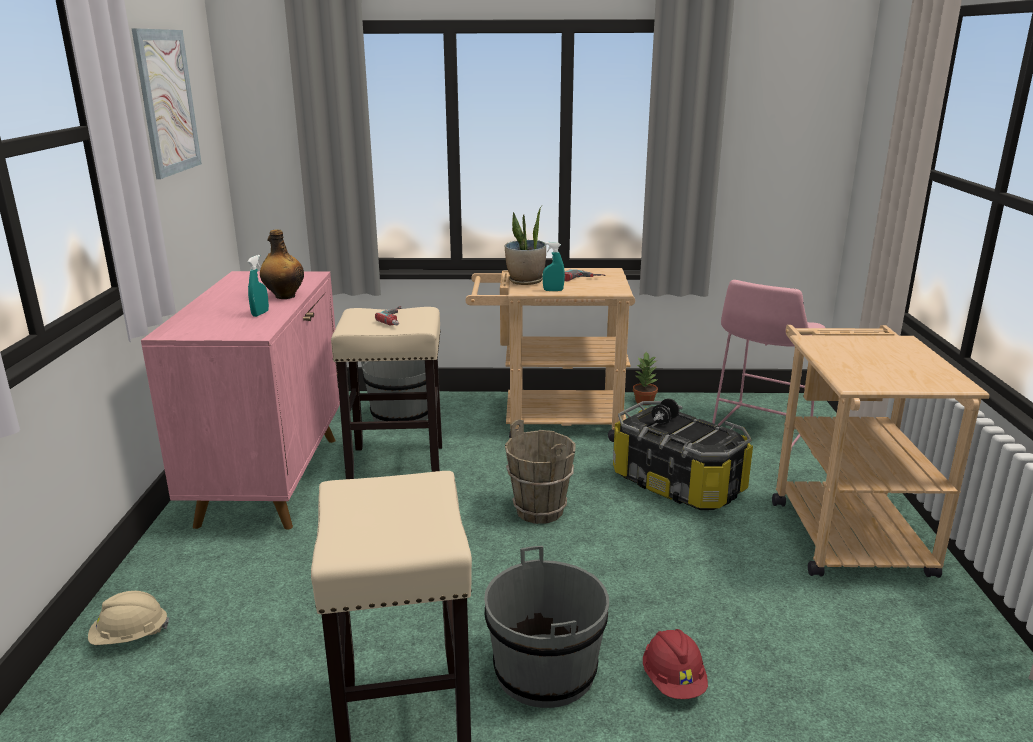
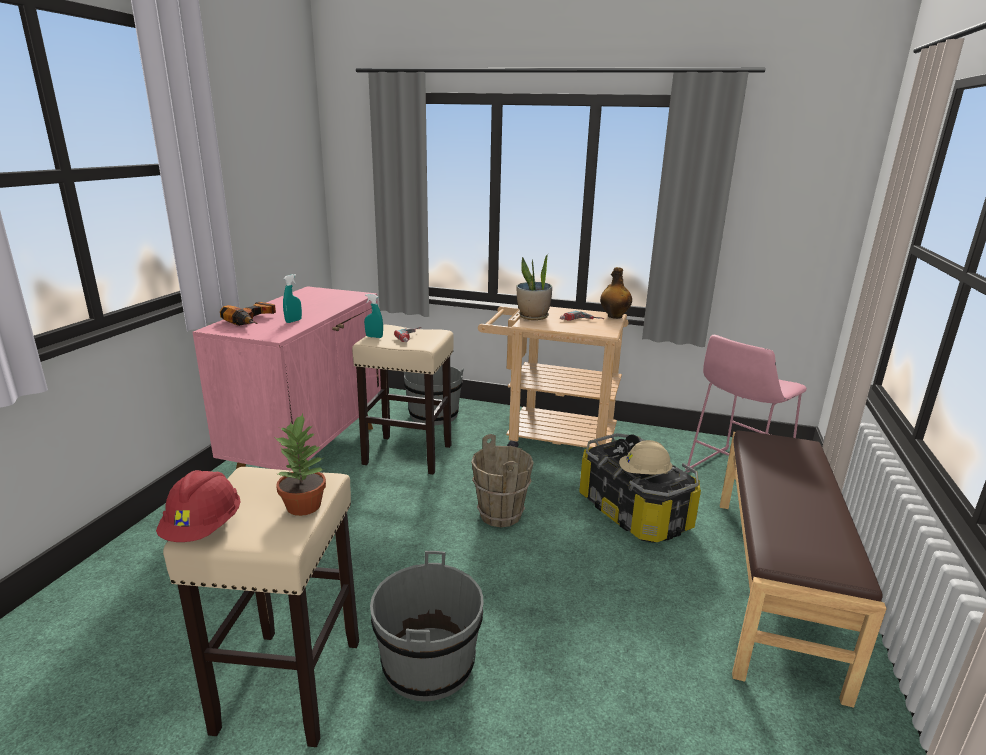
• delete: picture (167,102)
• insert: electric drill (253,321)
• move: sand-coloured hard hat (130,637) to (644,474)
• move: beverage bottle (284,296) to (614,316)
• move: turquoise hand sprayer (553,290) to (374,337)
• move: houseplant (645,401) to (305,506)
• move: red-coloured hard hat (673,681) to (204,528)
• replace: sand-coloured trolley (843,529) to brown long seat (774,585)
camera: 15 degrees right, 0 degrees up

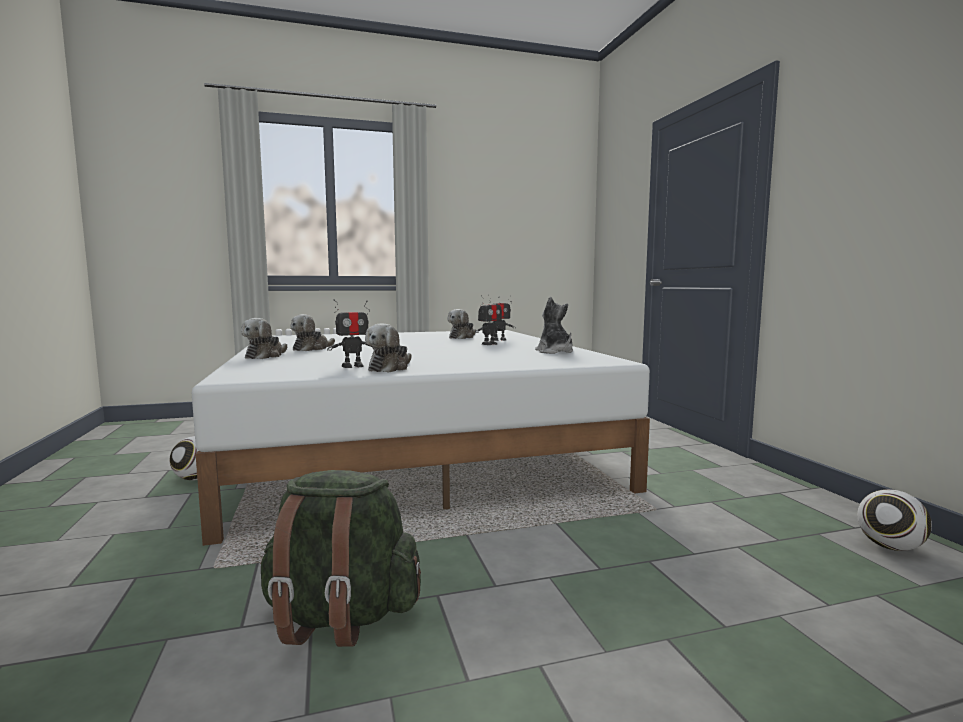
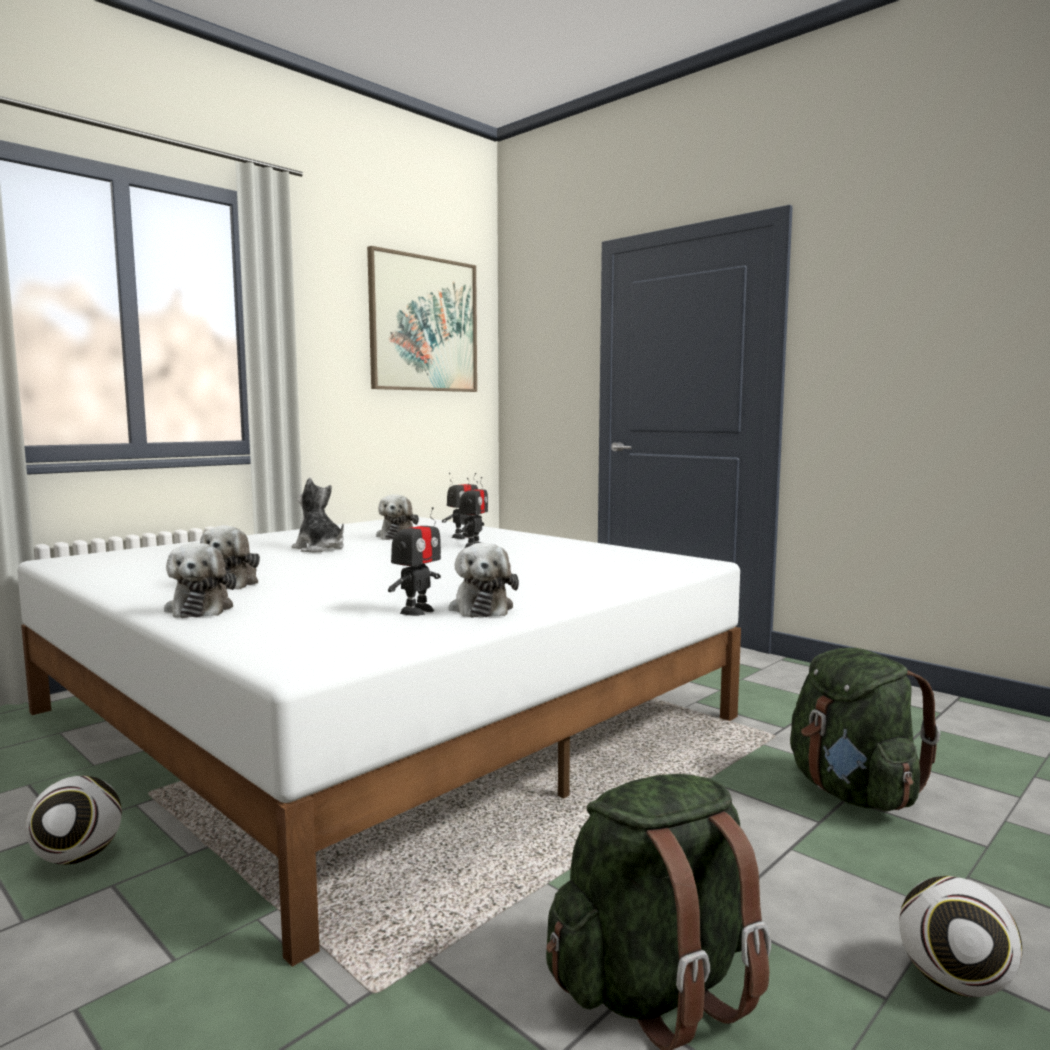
• insert: picture (424,324)
• insert: green-coloured rucksack (852,793)
• move: soft toy (554,352) to (319,549)
• move: football (890,547) to (955,983)
camera: 30 degrees left, 0 degrees up

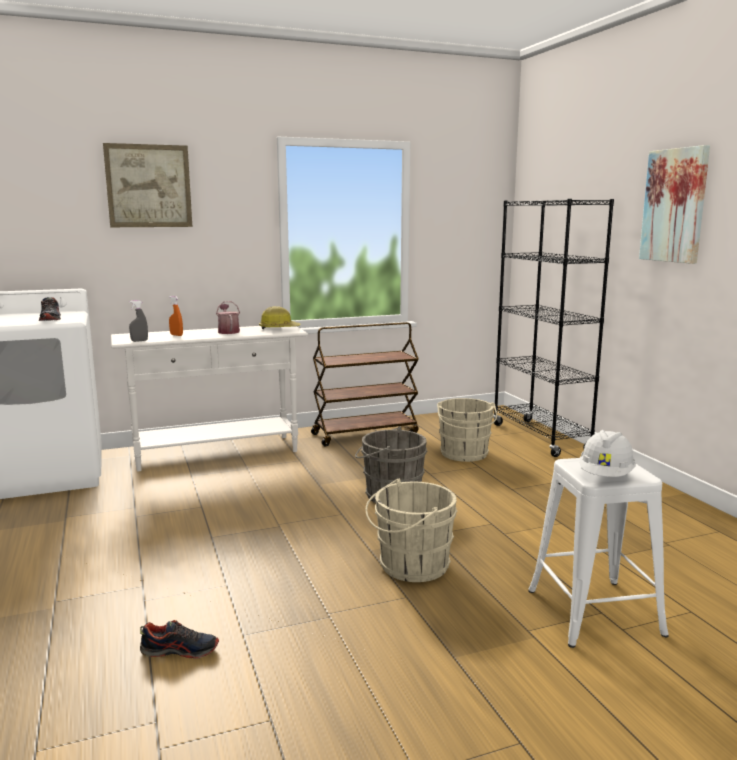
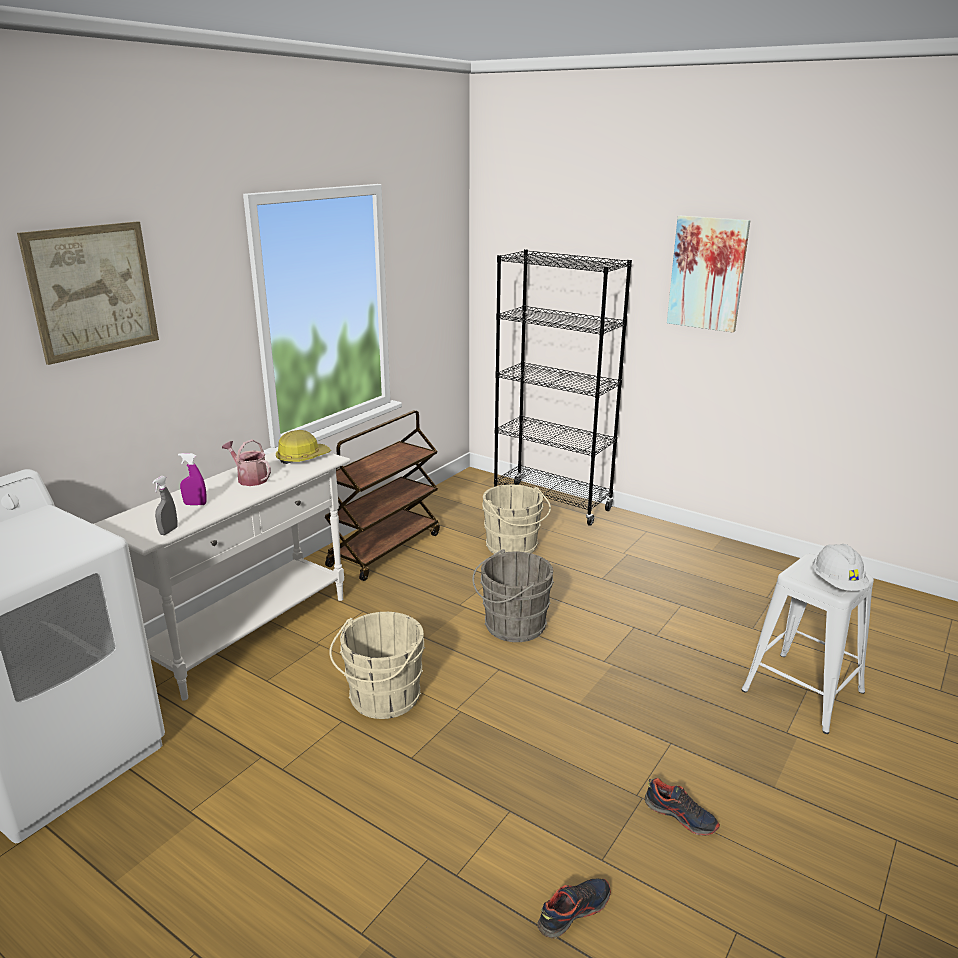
• move: shoe (51,319) to (680,815)
• move: sand-coloured bucket (410,566) to (382,699)
• recolor: orange hand sprayer (176,335) to purple hand sprayer (195,504)
camera: 35 degrees left, 10 degrees up

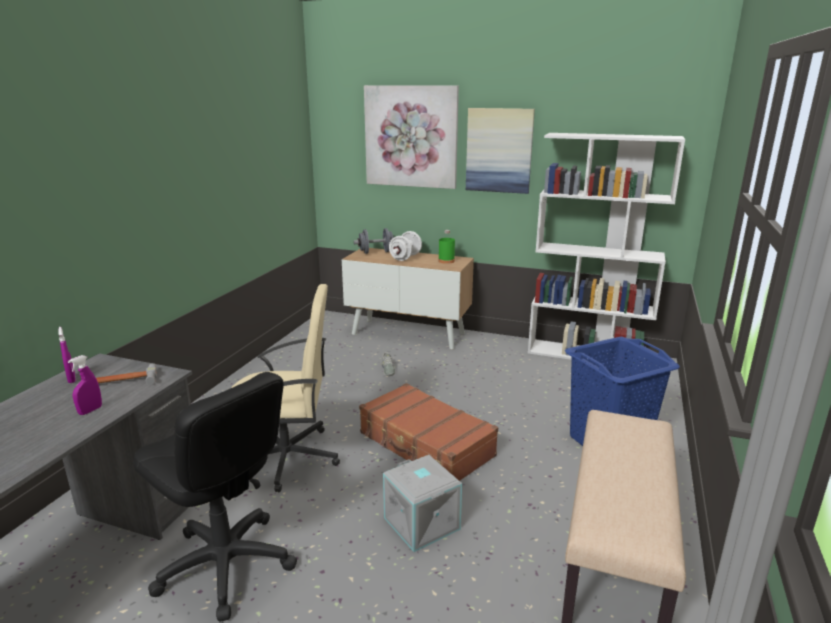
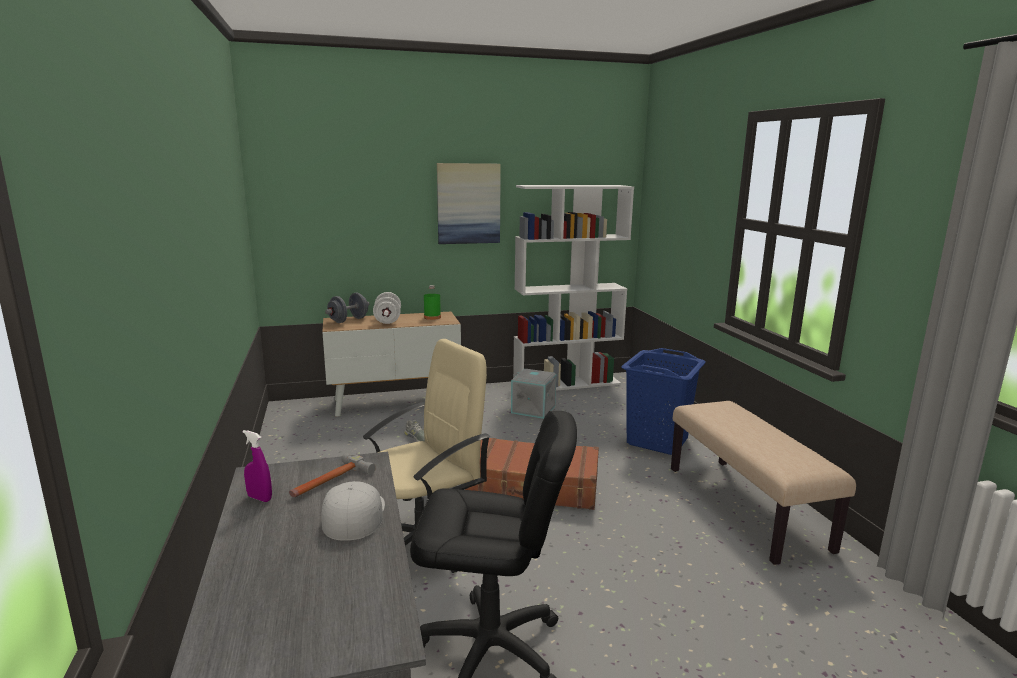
• delete: picture (411,137)
• move: greyish storage container (423,523) to (533,409)
• replace: purple hand sprayer (90,410) to whitish cap (353,514)
camera: 35 degrees left, 5 degrees down

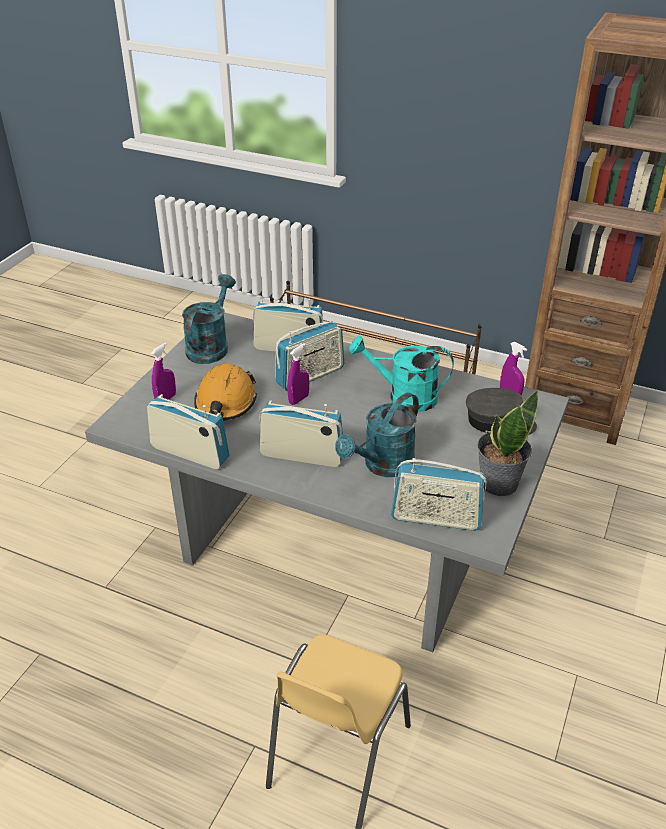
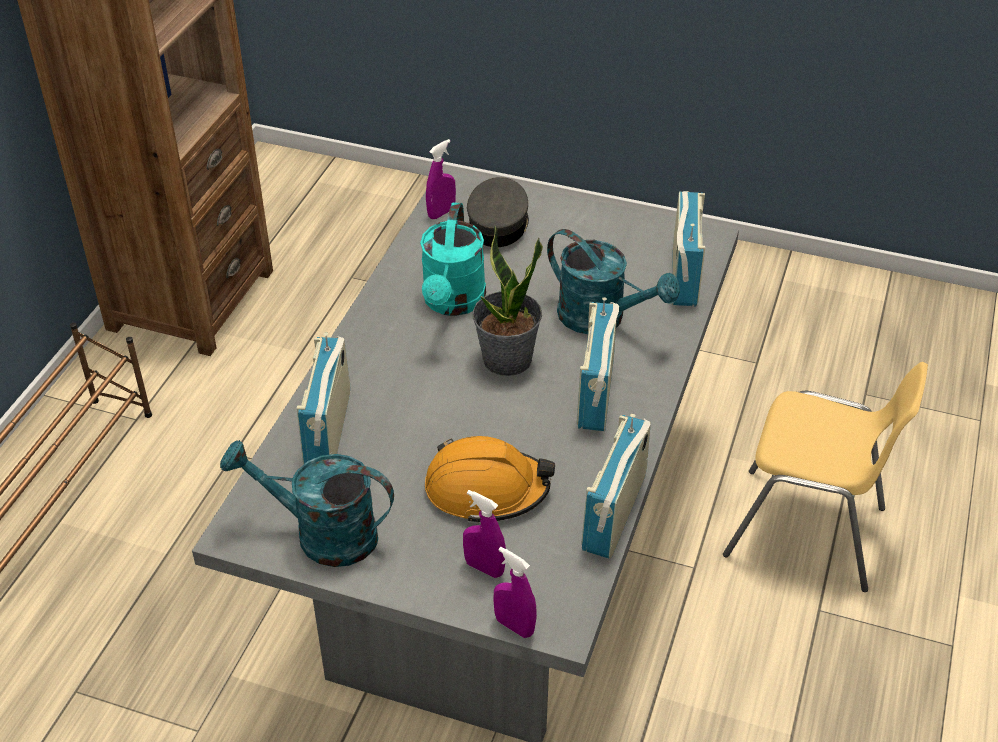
• delete: radio set (310,376)
• move: purple hand sprayer (298,399) to (514,626)
• move: houseplant (498,483) to (507,360)
camera: 95 degrees left, 5 degrees up

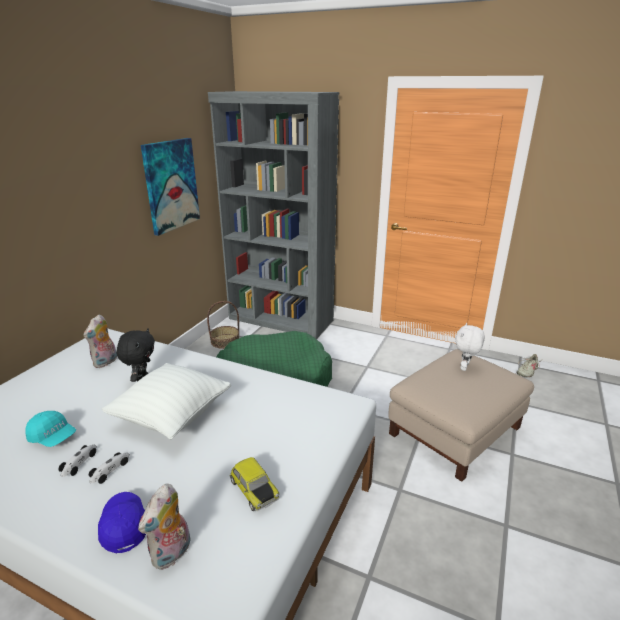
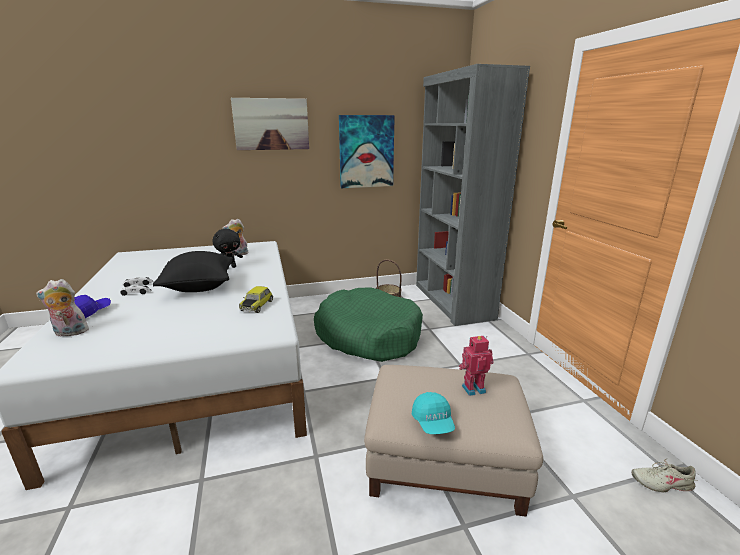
• insert: picture (271,124)
• move: turquoise cap (53,437) to (433,423)
• move: toy car (253,490) to (256,306)
• replace: whitish soft toy (465,367) to robot figure (472,388)
• recolor: whitish throw pillow (172,417) to black-coloured throw pillow (199,287)
camera: 50 degrees right, 5 degrees down

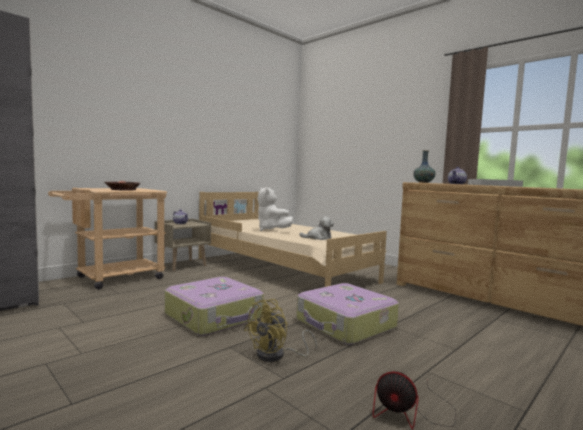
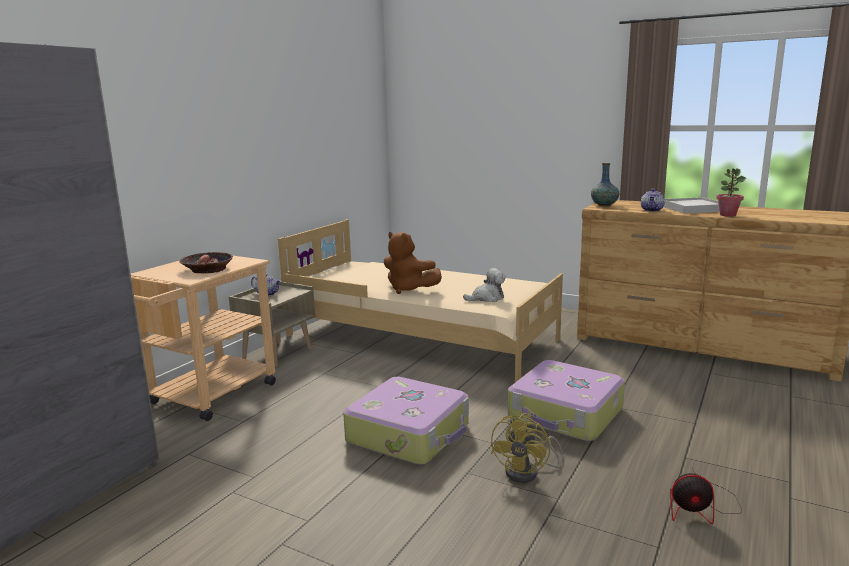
• insert: houseplant (727,215)
• recolor: whitish soft toy (271,230) to brown soft toy (408,289)
camera: 15 degrees left, 10 degrees up

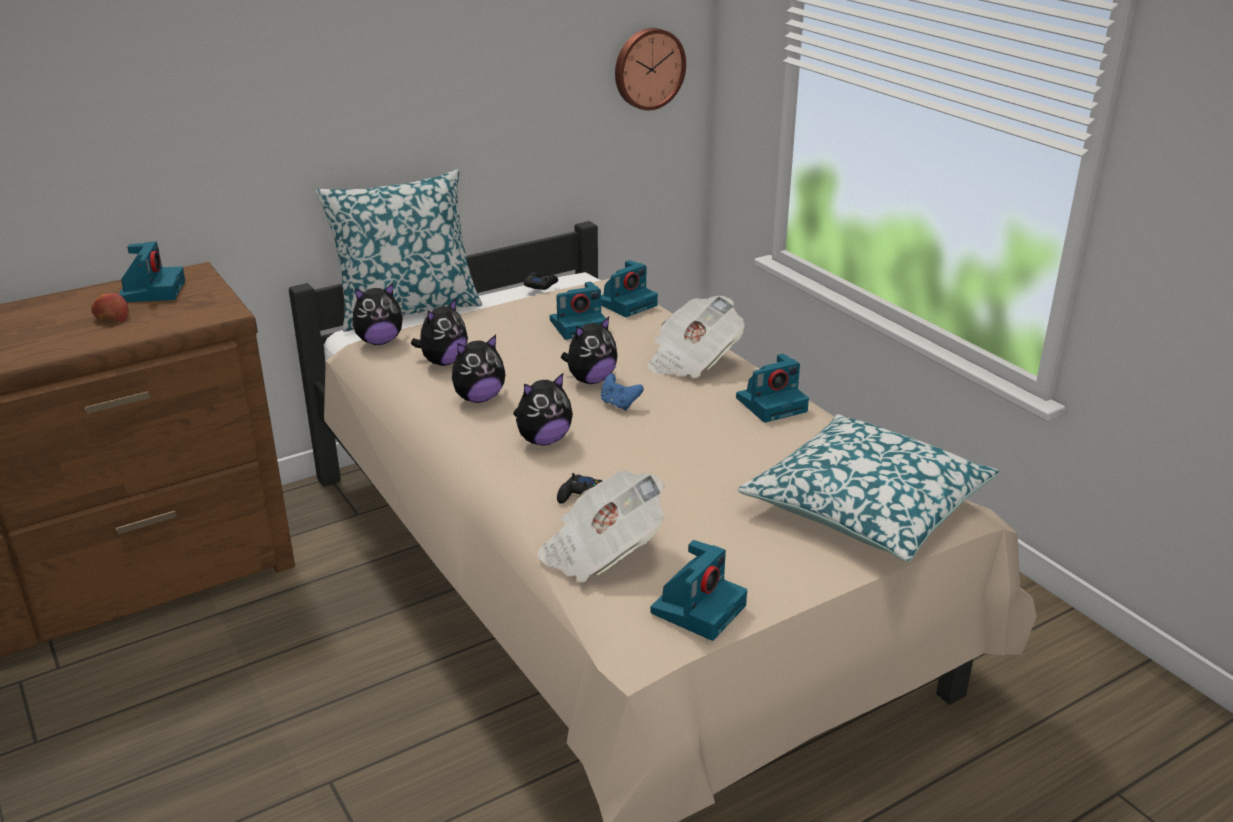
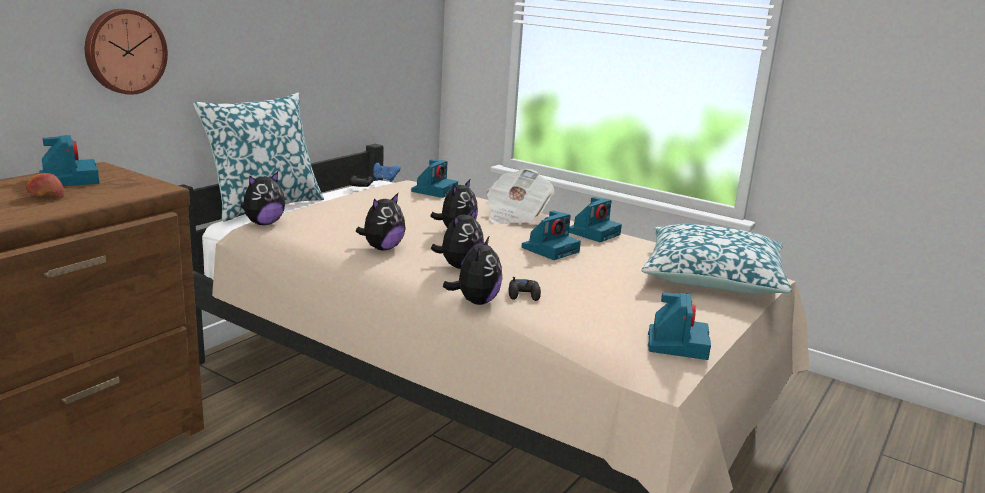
• delete: newspaper (601,552)
• move: soft toy (443,362) to (475,301)
• move: photo camera (579,325) to (550,249)
• move: blue joypad (619,404) to (385,180)
• move: clock on the wall (648,68) to (124,51)
camera: 25 degrees left, 10 degrees down

